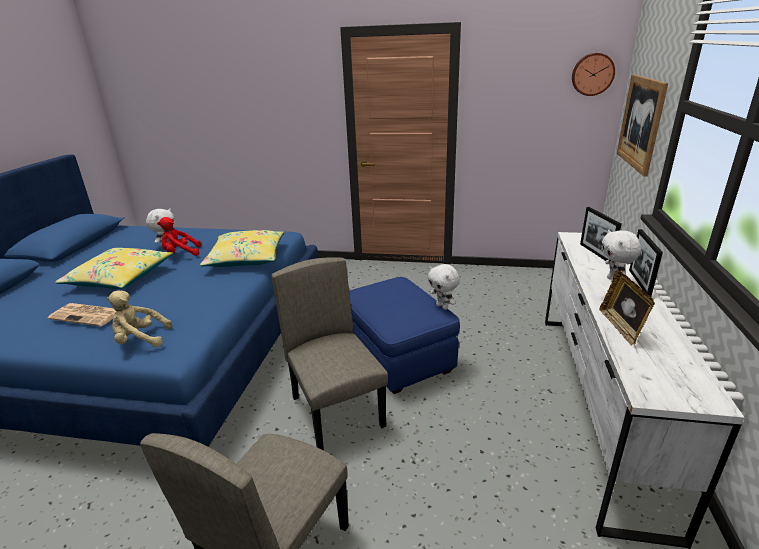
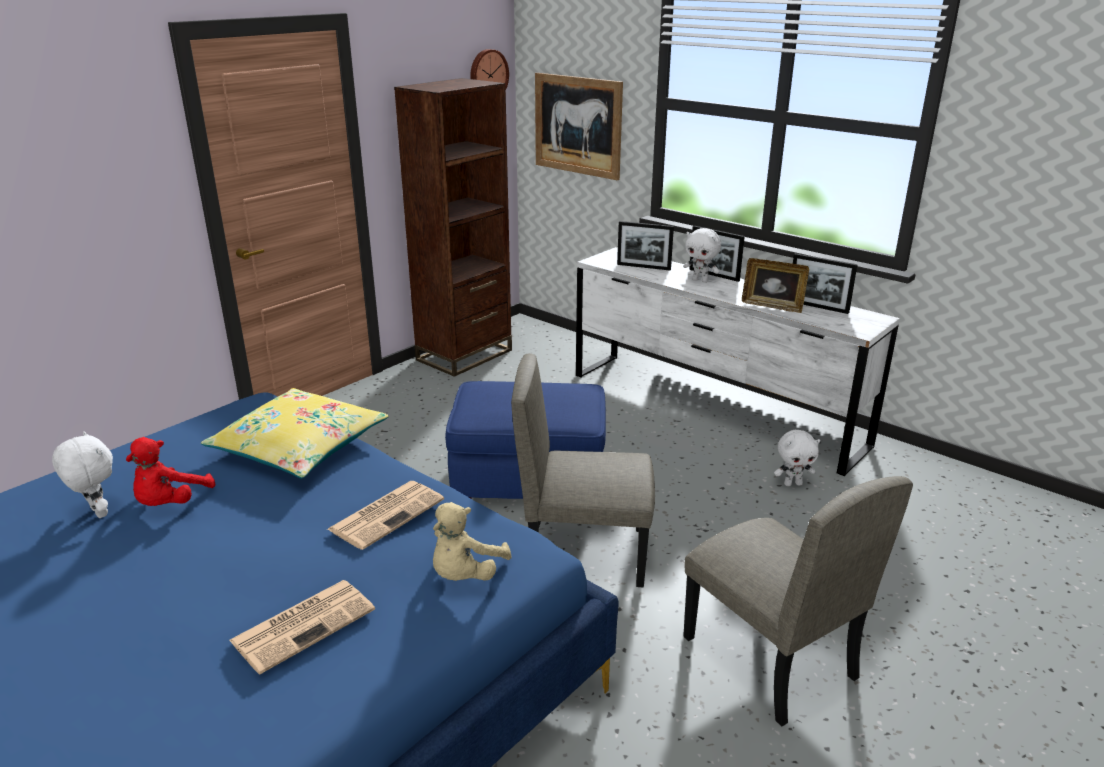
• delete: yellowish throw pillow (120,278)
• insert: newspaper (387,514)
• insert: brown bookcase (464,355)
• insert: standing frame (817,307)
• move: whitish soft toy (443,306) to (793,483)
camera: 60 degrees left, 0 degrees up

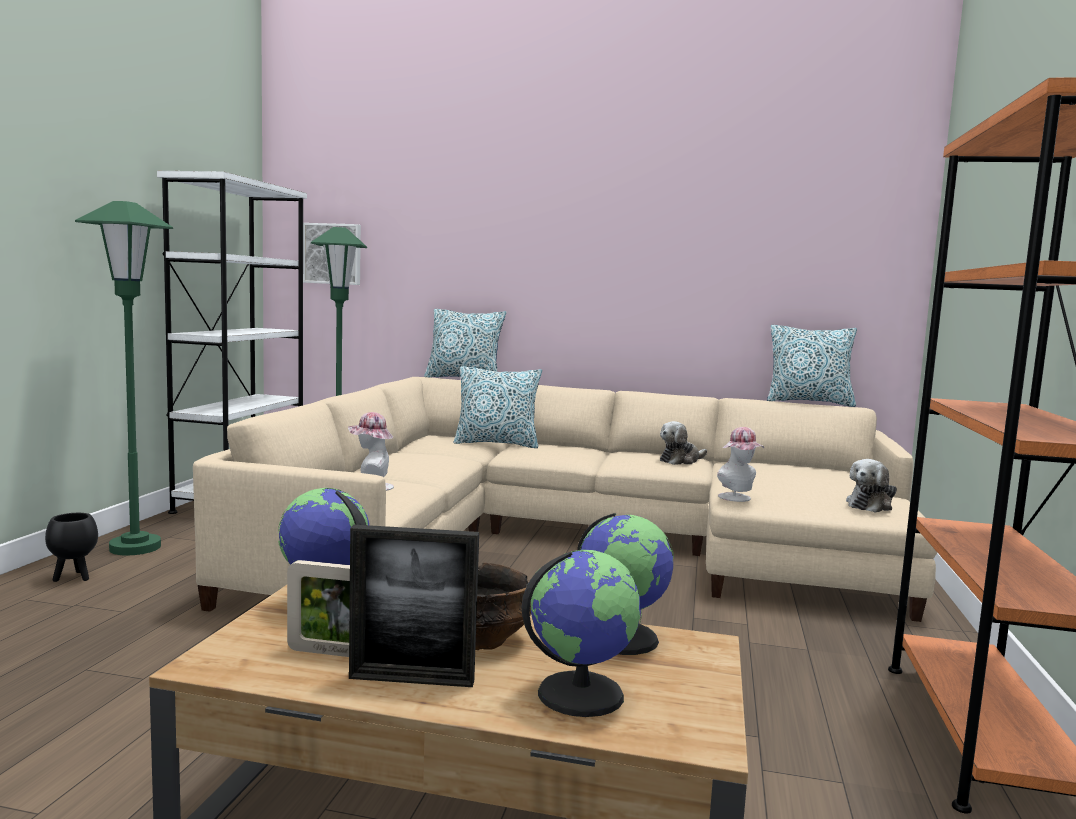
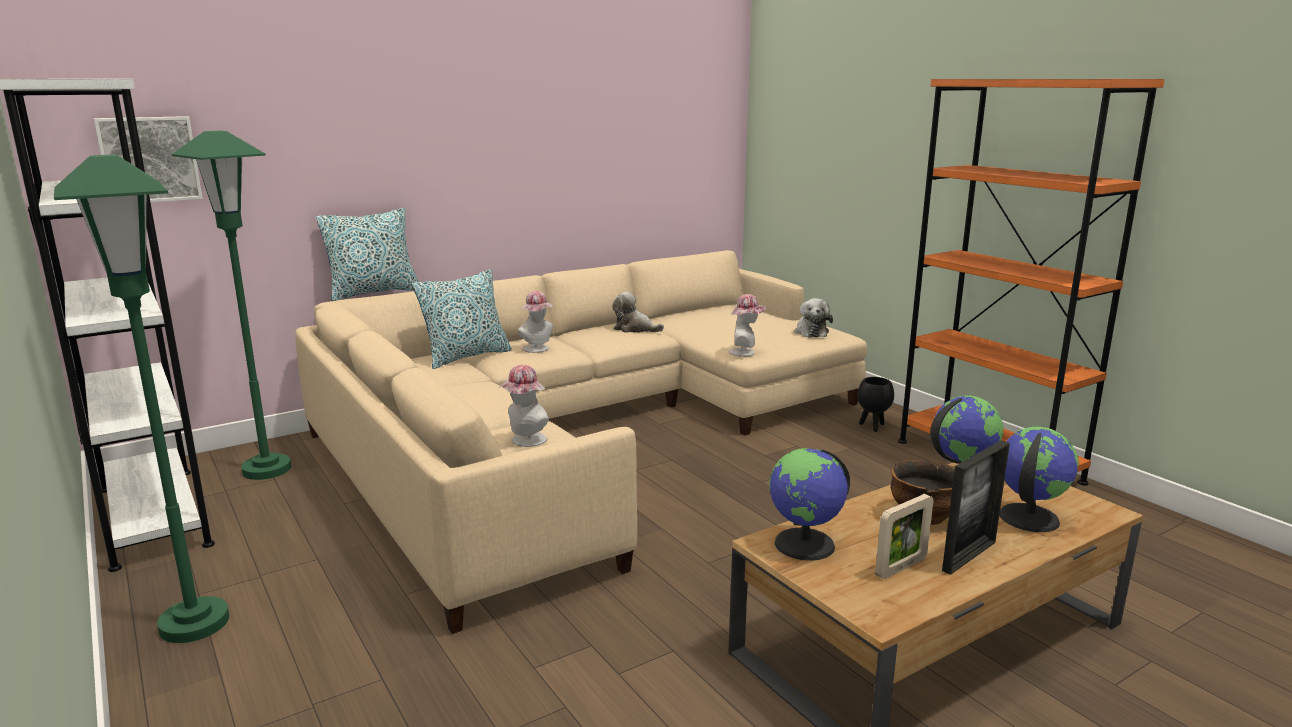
• delete: throw pillow (809,402)
• insert: hat (538,349)
• move: black-coloured plant pot (74,578) to (872,426)
• rotate: soft toy (680,460) = (634,329) 105 degrees clockwise
camera: 45 degrees left, 10 degrees up

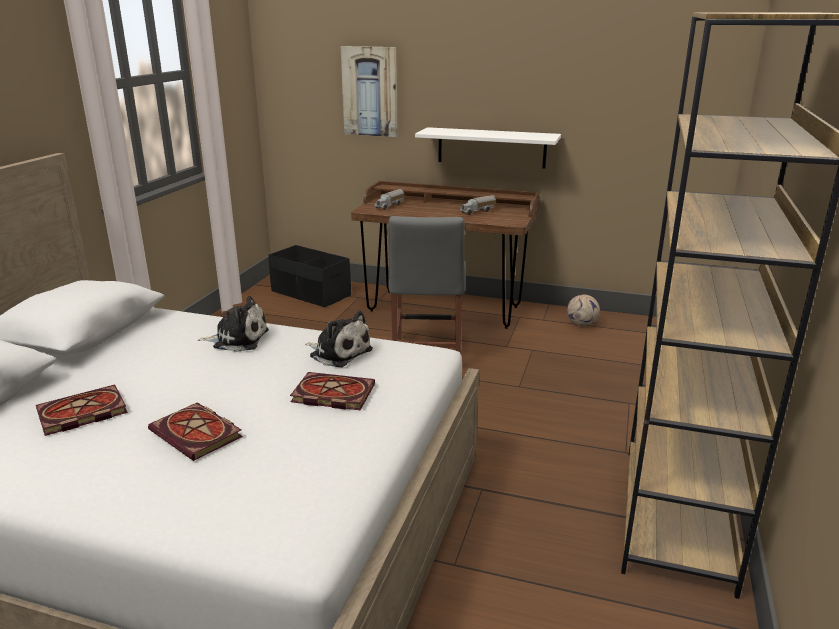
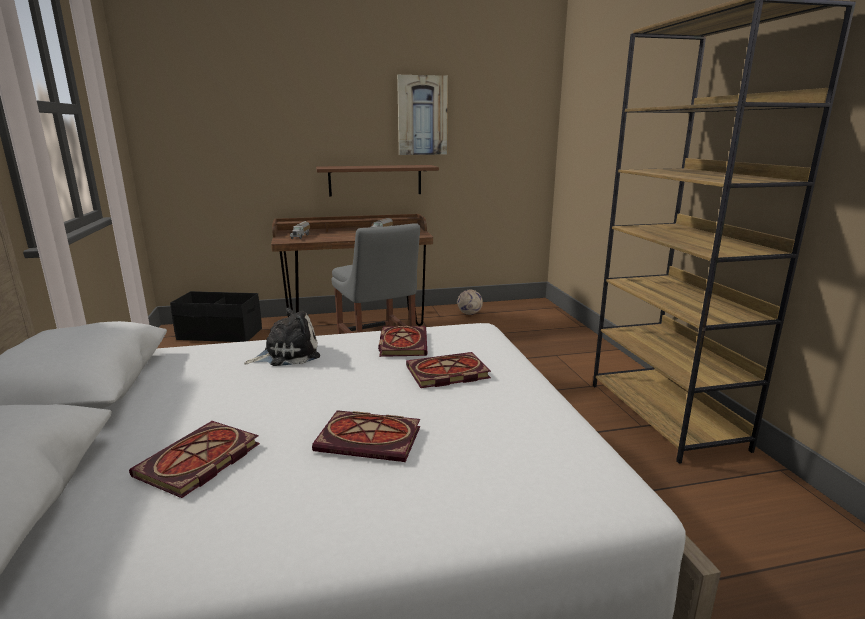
• move: picture (370,91) to (422,115)
• replace: soft toy (338,352) to book (402,343)
• recolor: whitish wall shelf (491,147) to brown wall shelf (375,180)
camera: 30 degrees left, 5 degrees down

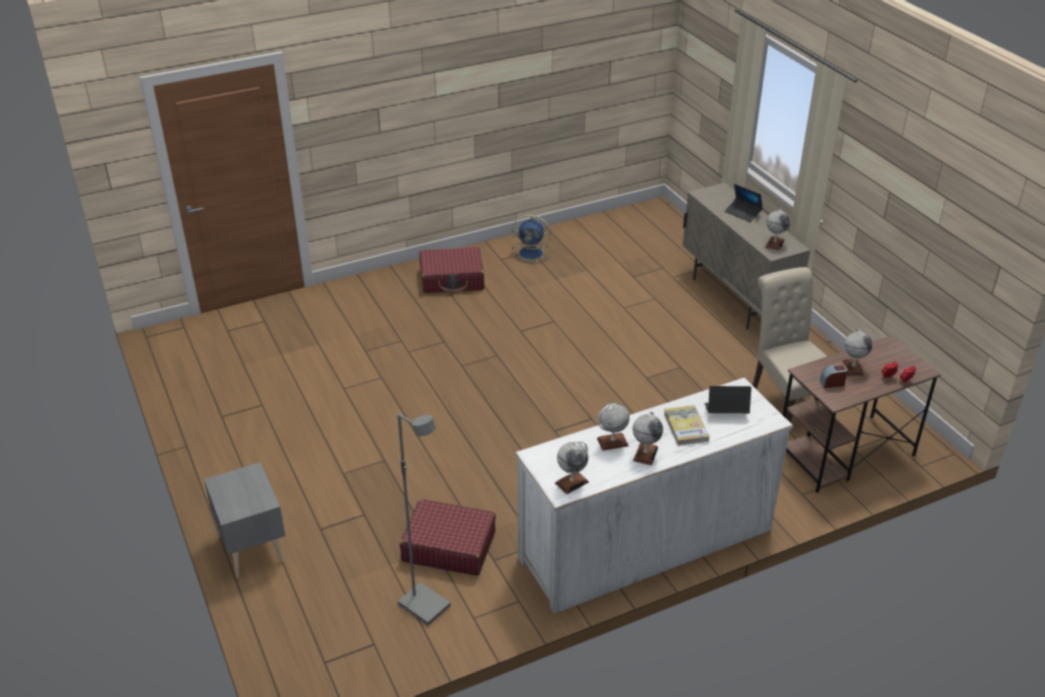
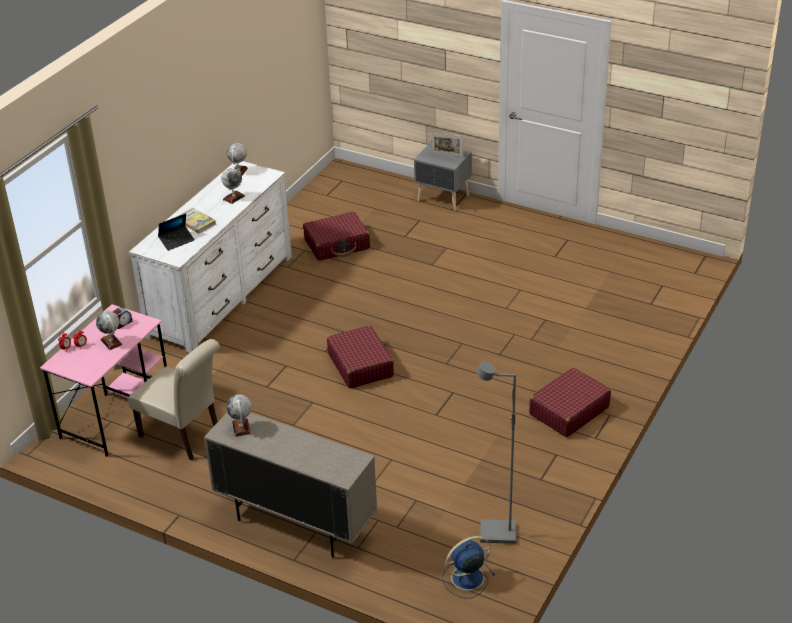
• delete: desk globe (645,454)
• delete: portable computer (743,213)
• insert: red-coloured suitcase (360,365)
• insert: standing frame (447,155)
• move: greyish floor lamp (425,605) to (497,534)
• move: blue fan (532,253) to (466,578)
• recolor: brown desk unit (844,453) to pink desk unit (117,414)
camera: 145 degrees right, 0 degrees up

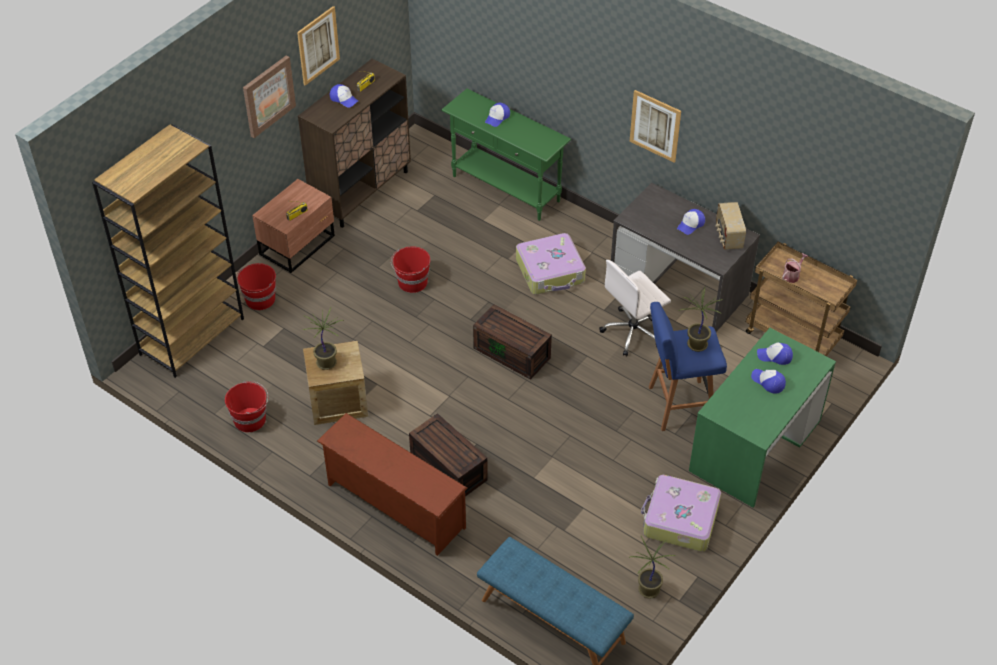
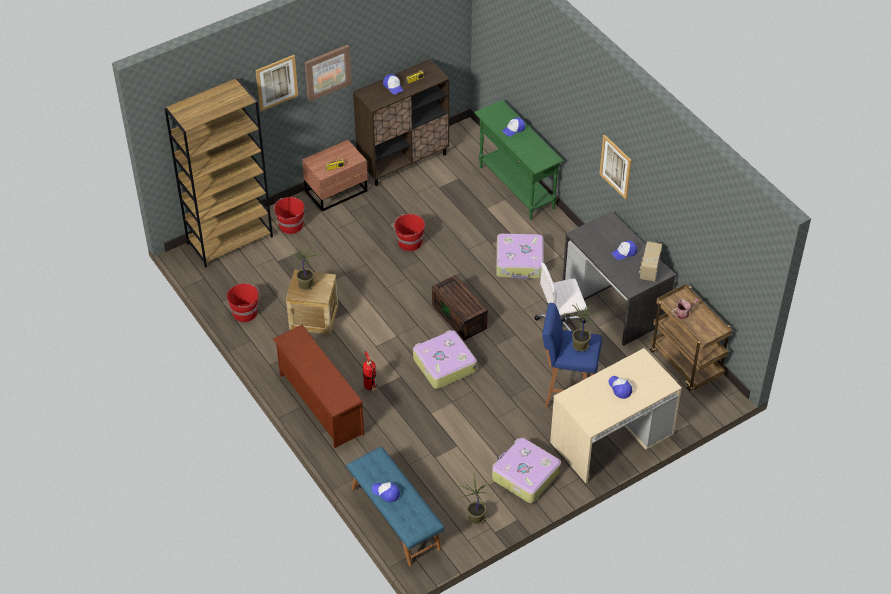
• insert: suitcase (443,365)
• move: picture (318,45) to (276,82)
• move: cap (775,356) to (386,493)
• replace: brown storage container (447,467) to extinguisher (370,388)
• recolor: green-coloured desk unit (756,446) to sand-coloured desk unit (612,438)
camera: 20 degrees right, 0 degrees up

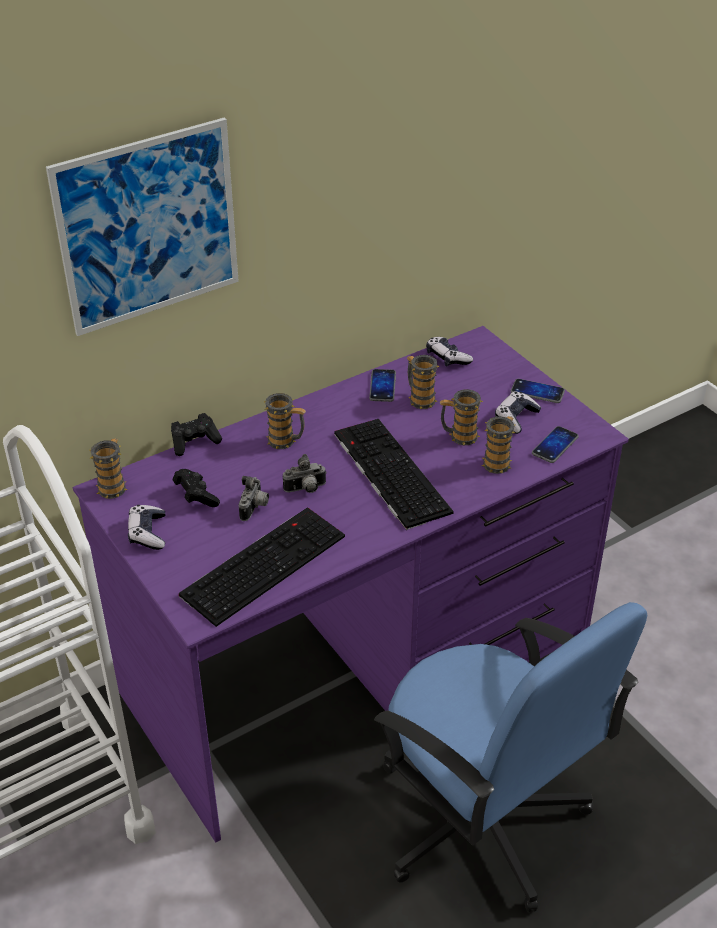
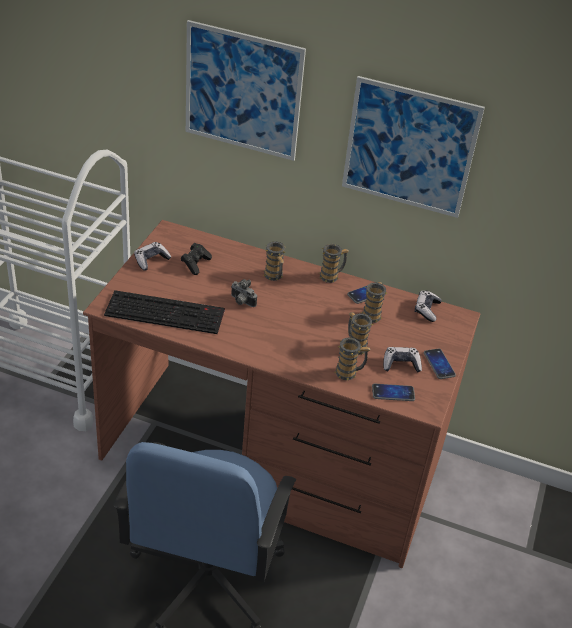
• delete: black-coloured joypad (194,442)
• delete: photo camera (255,508)
• delete: keyboard (388,472)
• insert: picture (409,148)
• move: mug (113,485) to (332,276)
• recolor: purple desk unit (358,664) to brown desk unit (272,458)
camera: 50 degrees right, 0 degrees up

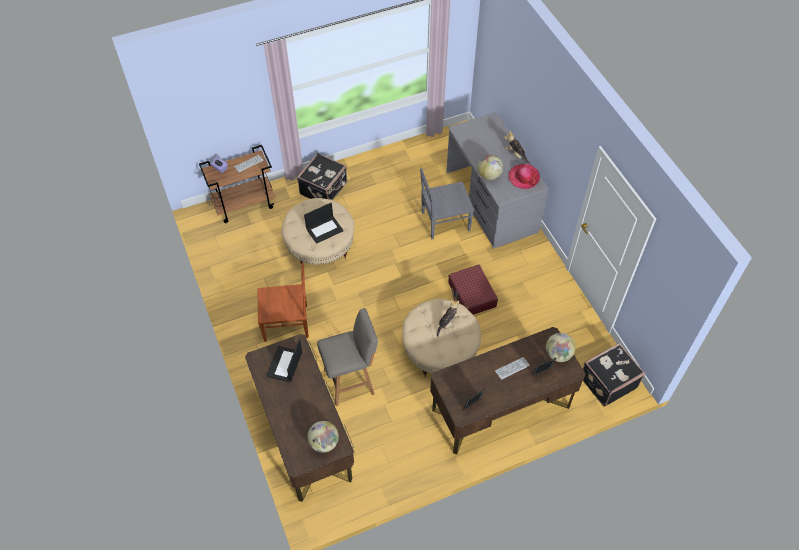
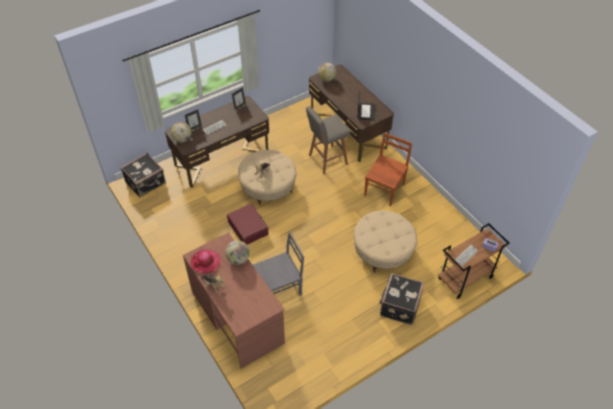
• delete: portable computer (324,229)
• recolor: greyish desk unit (490,202) to brown desk unit (237,316)
• rotate: brown upright chair (287,323) = (385,189) 135 degrees clockwise
camera: 170 degrees right, 5 degrees down

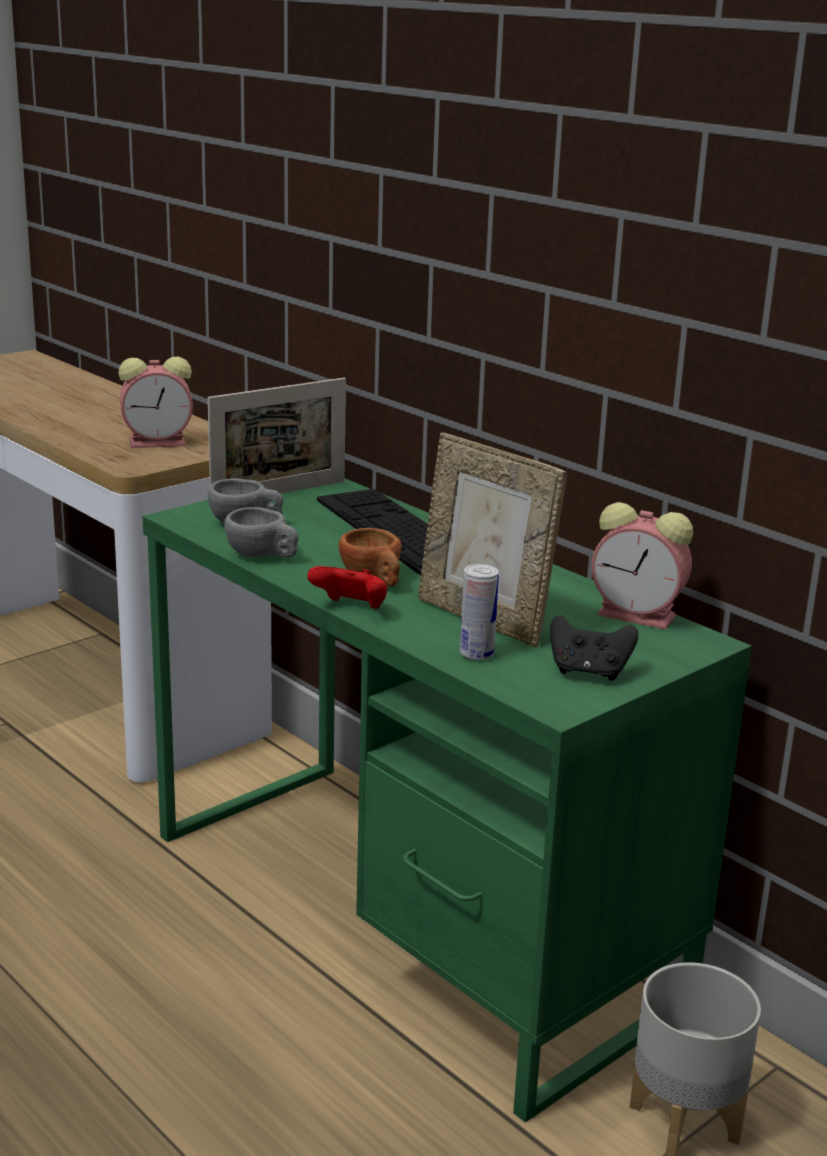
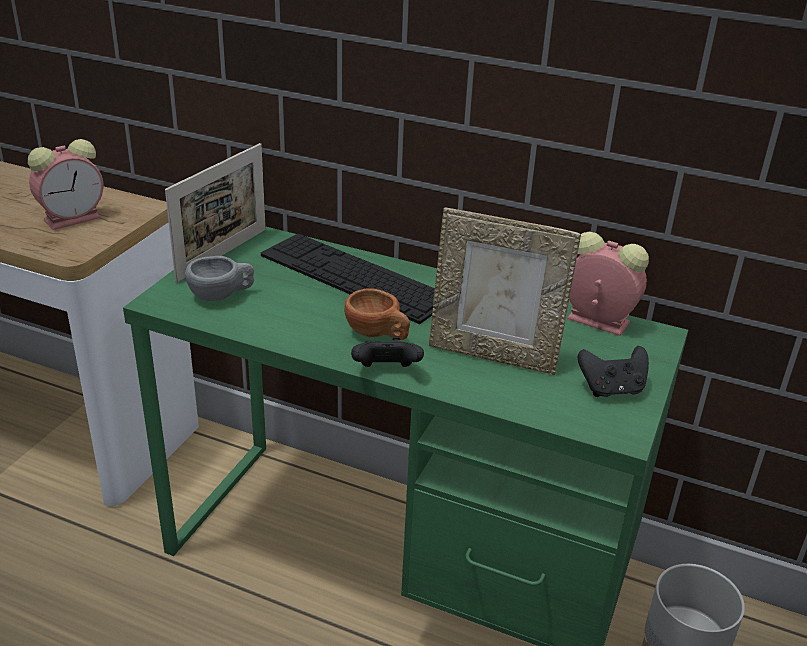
• delete: greyish cup (263,556)
• delete: sealed can (476,654)
• recolor: red-coloured joypad (351,609) to black-coloured joypad (386,372)
• rotate: bedside clock (640,615) = (595,320) 150 degrees counterclockwise
camera: 25 degrees left, 10 degrees up

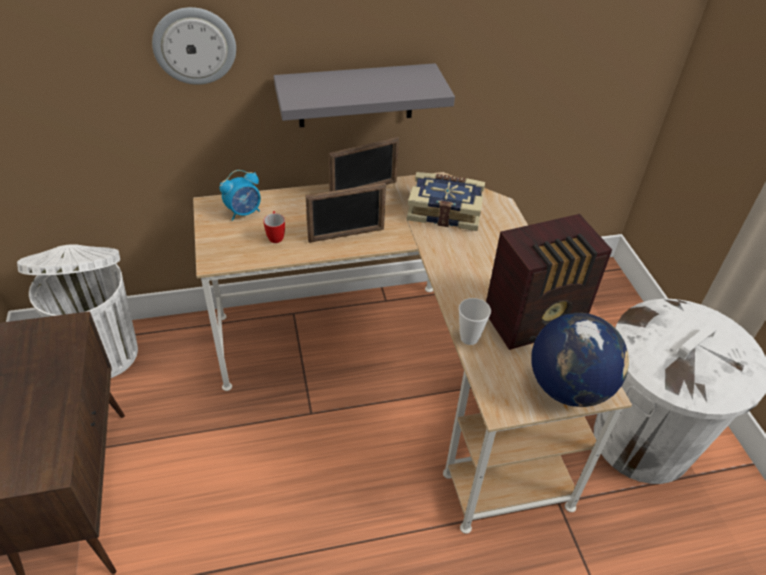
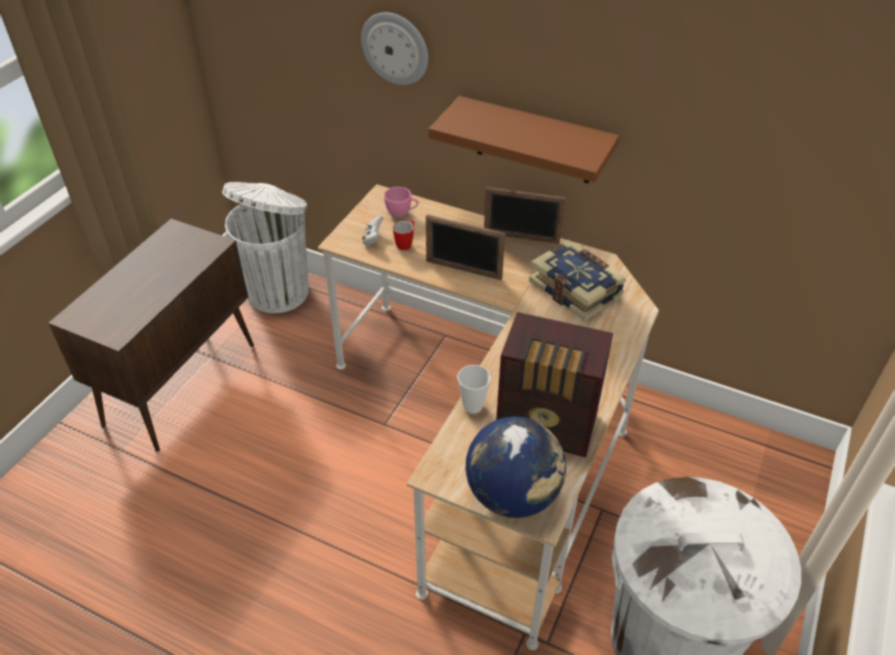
• insert: whitish joypad (373,239)
• replace: bedside clock (244,212) to pink cup (401,213)
• recolor: greyish wall shelf (356,95) to brown wall shelf (534,141)
camera: 40 degrees right, 0 degrees up

